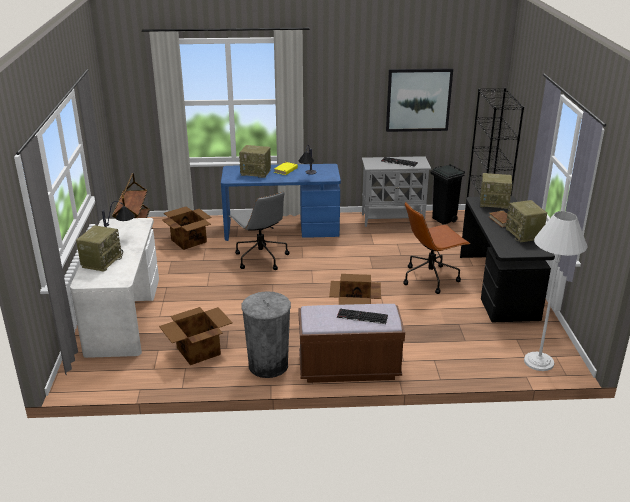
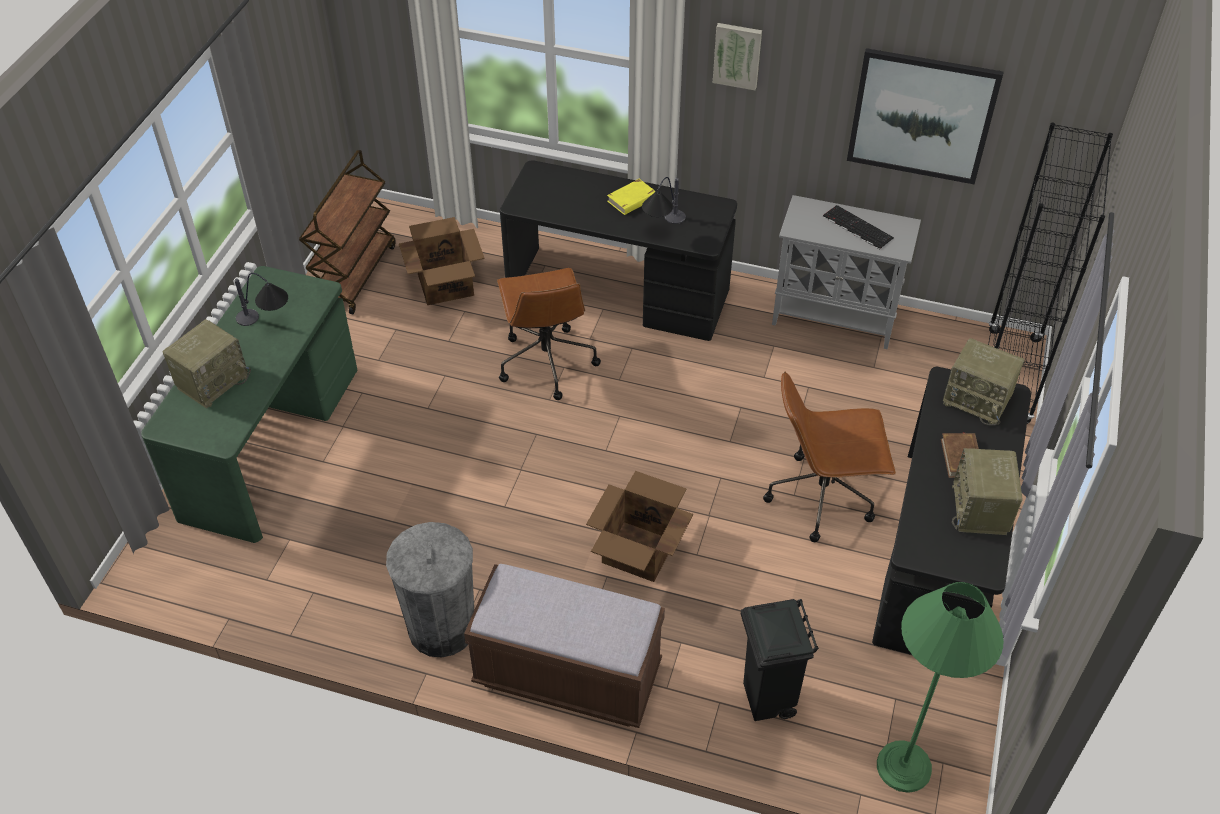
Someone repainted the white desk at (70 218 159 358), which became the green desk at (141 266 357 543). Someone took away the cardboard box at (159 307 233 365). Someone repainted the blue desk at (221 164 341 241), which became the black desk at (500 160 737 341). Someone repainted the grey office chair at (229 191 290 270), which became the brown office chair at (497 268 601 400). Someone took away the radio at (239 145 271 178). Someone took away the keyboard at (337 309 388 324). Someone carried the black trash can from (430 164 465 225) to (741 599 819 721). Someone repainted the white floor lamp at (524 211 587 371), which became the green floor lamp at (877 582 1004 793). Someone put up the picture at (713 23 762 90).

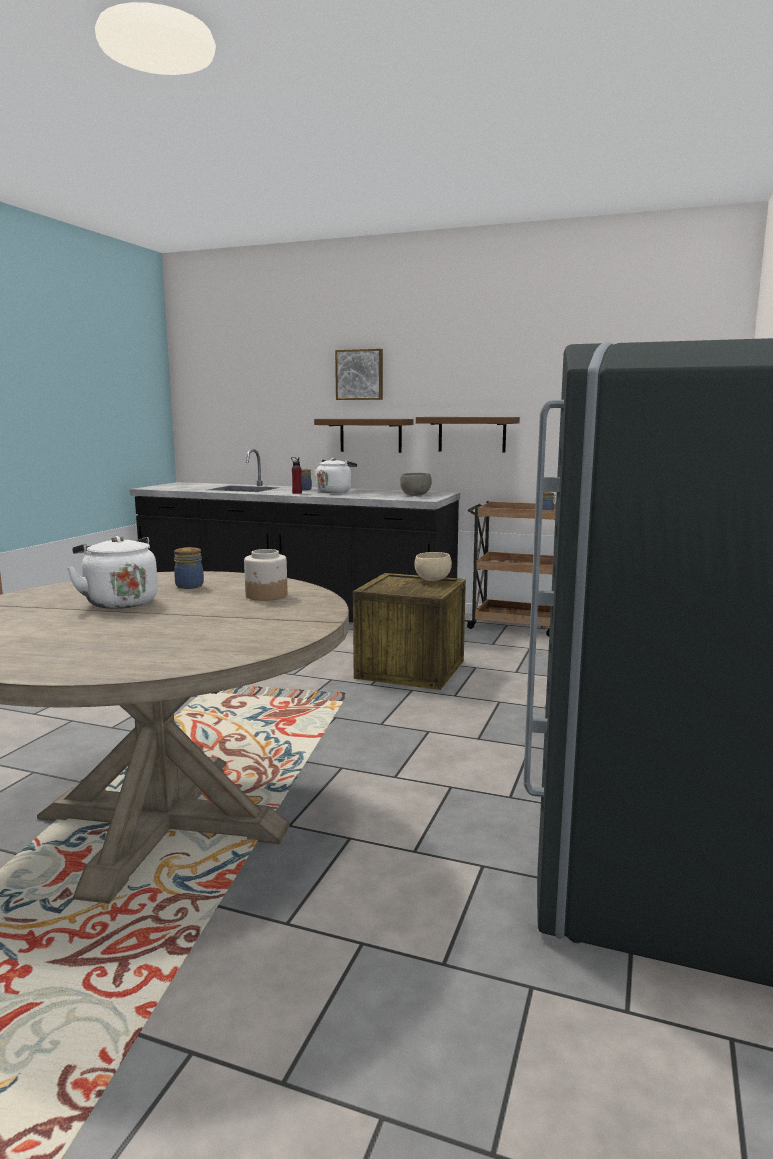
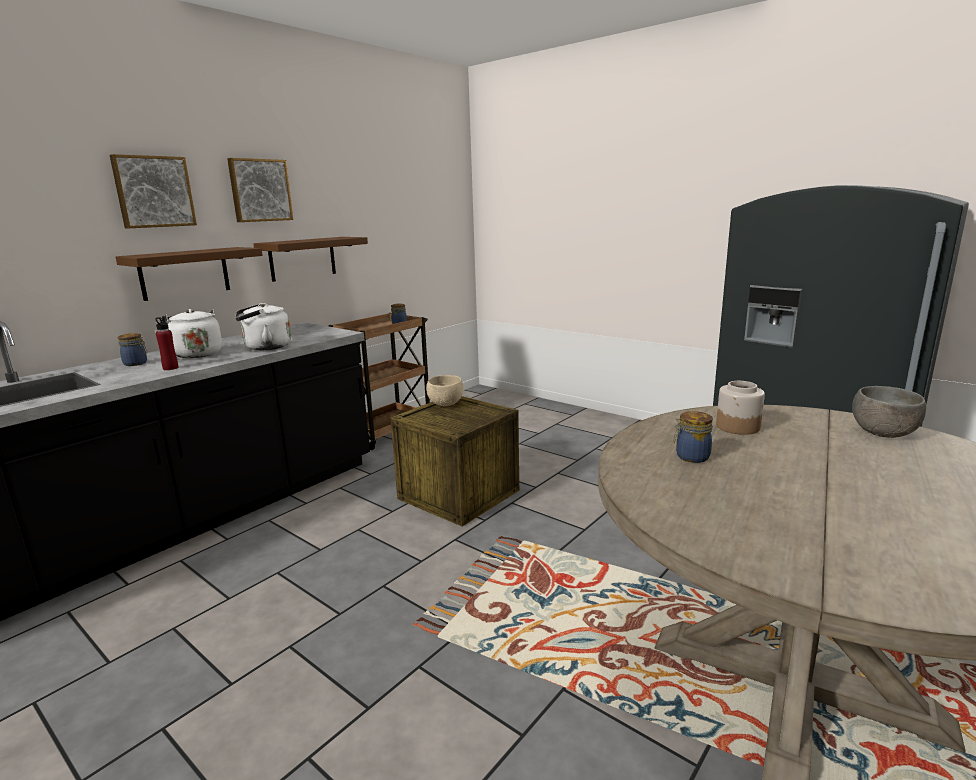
Someone carried the white kettle from (67 536 158 609) to (235 303 291 350). Someone carried the grey bowl from (400 473 432 496) to (852 386 926 438). Someone put up the picture at (227 158 293 222).

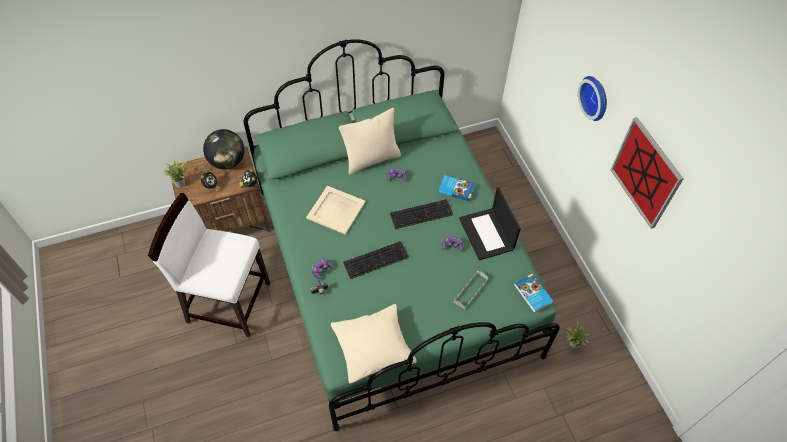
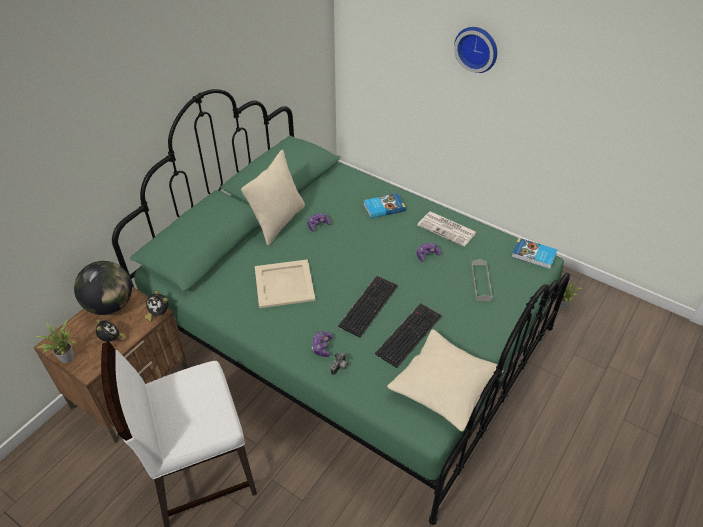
Someone carried the keyboard from (390 199 453 229) to (375 303 442 368). Someone swapped the laptop at (459 187 521 260) for the newspaper at (417 211 477 247). Someone took away the picture at (611 117 684 229).

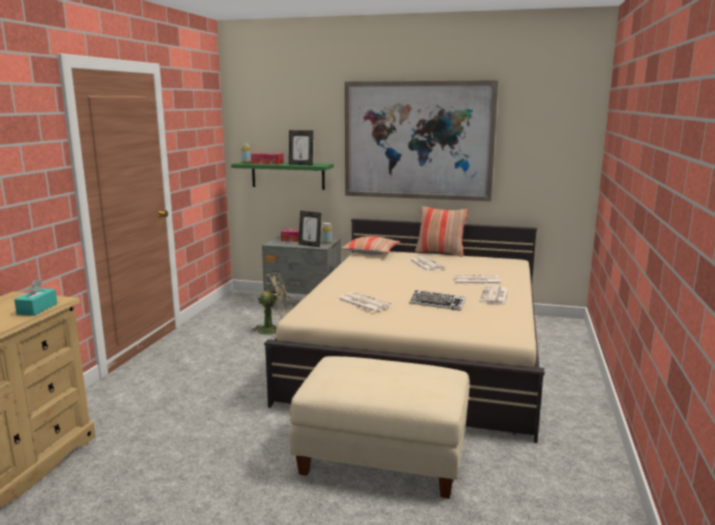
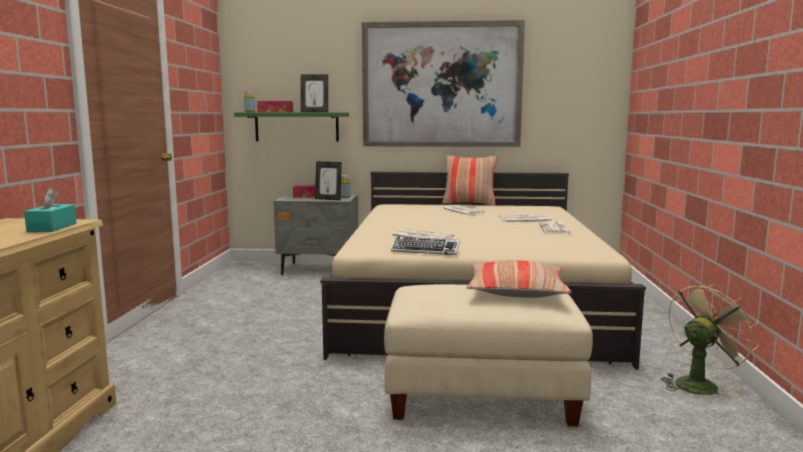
Someone carried the beige fan from (250 272 291 335) to (661 283 759 396). Someone carried the pillow from (340 236 400 255) to (466 260 572 298). Someone carried the keyboard from (409 290 466 311) to (391 236 460 255).

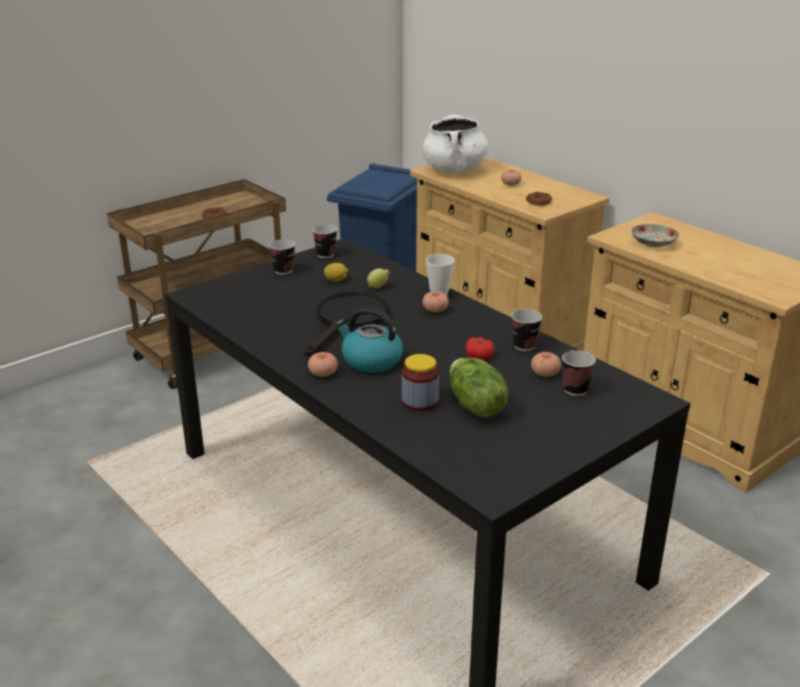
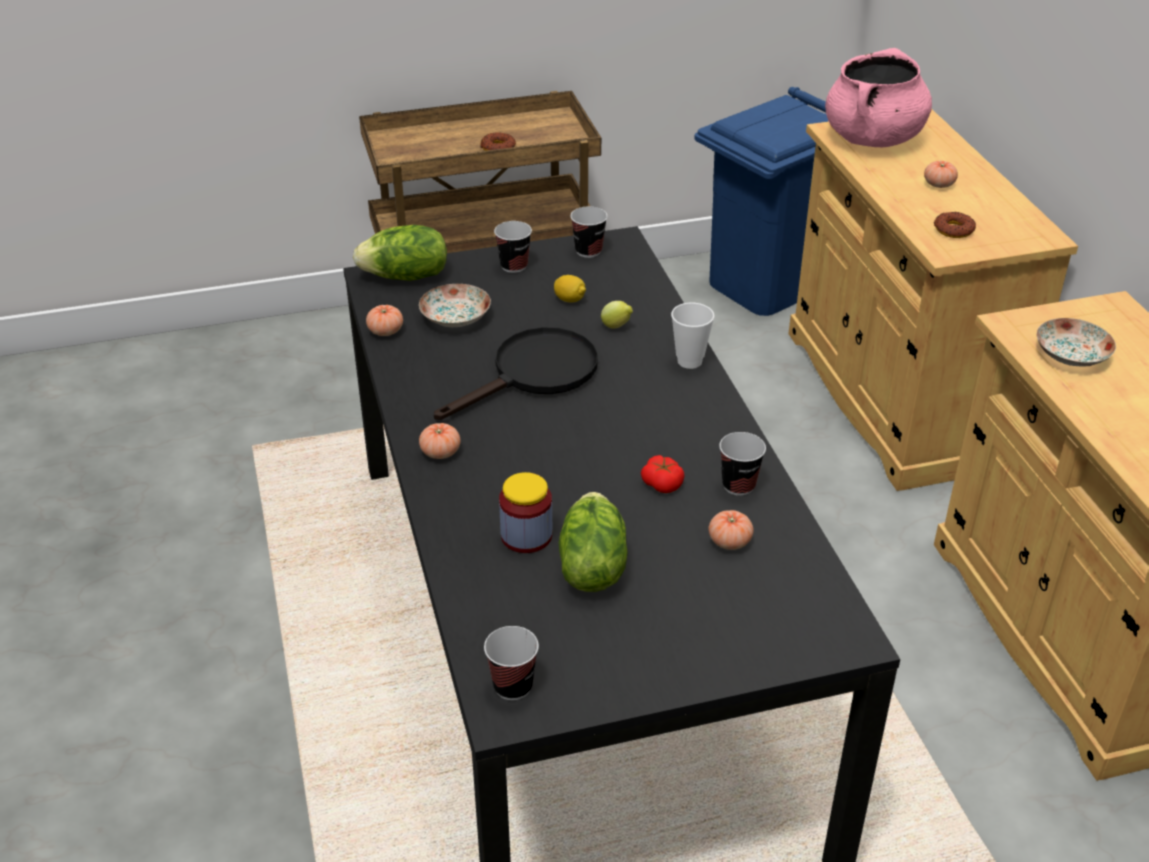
Someone took away the kettle at (335 307 403 373). Someone repainted the white cooking pot at (422 115 488 174), which became the pink cooking pot at (825 48 932 147). Someone carried the tomato from (422 291 449 313) to (366 305 403 336). Someone carried the cup from (562 350 596 396) to (484 626 539 700). Someone put down the lettuce at (353 225 447 281). Someone put down the plate at (419 284 491 327).

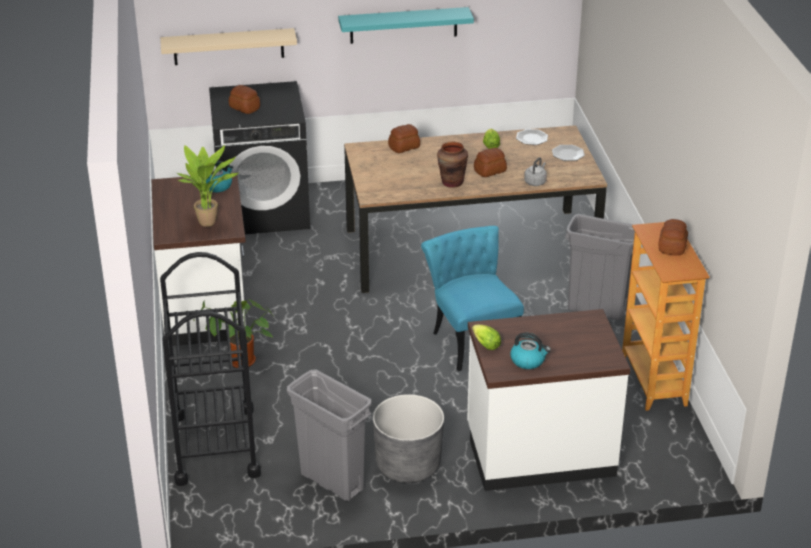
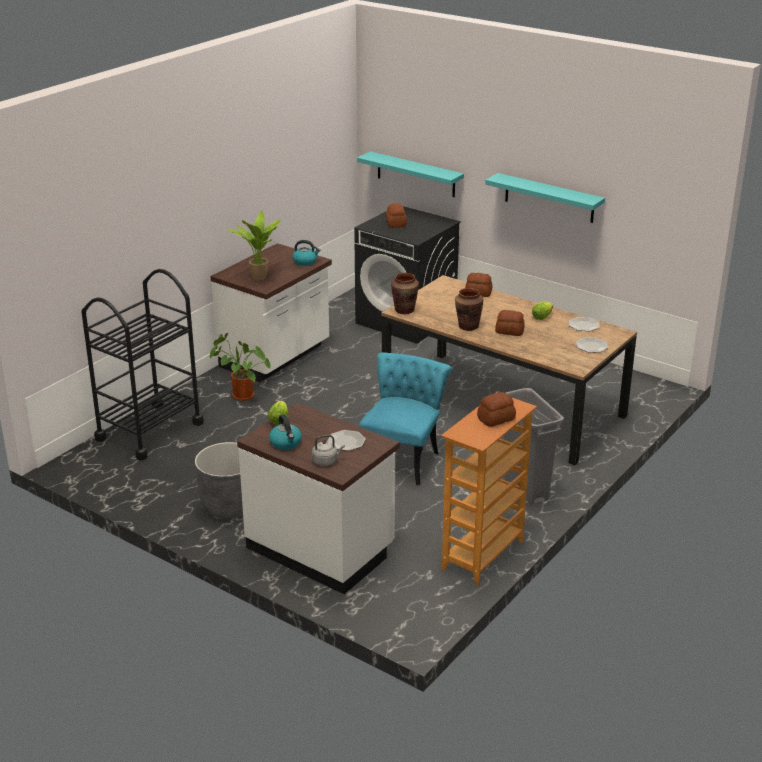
Someone repainted the beige shelf at (160 28 297 65), which became the turquoise shelf at (357 151 464 197). Someone took away the grey trash can at (287 369 371 501). Someone carried the grey kettle from (524 157 547 186) to (312 435 345 466). Someone put down the plate at (327 430 366 451). Someone put down the brown vase at (391 273 419 314).

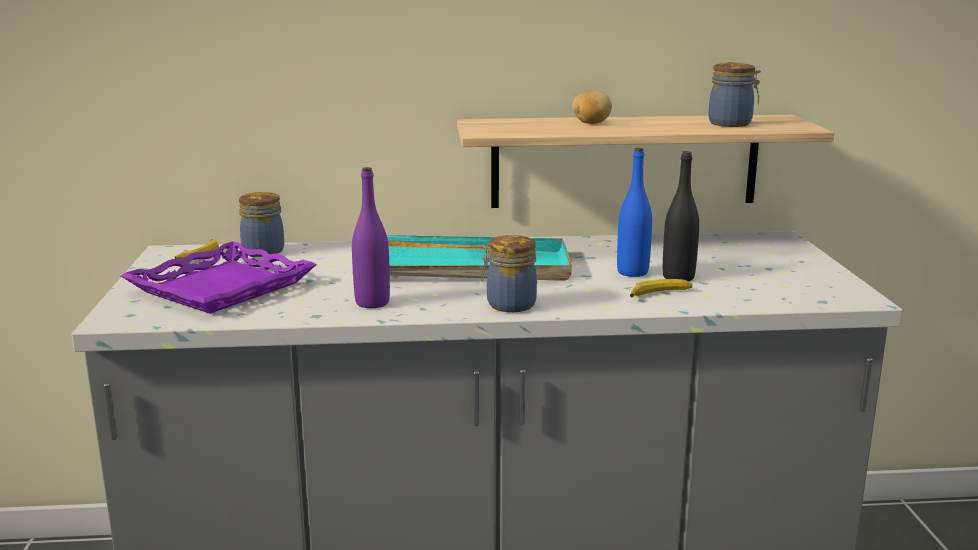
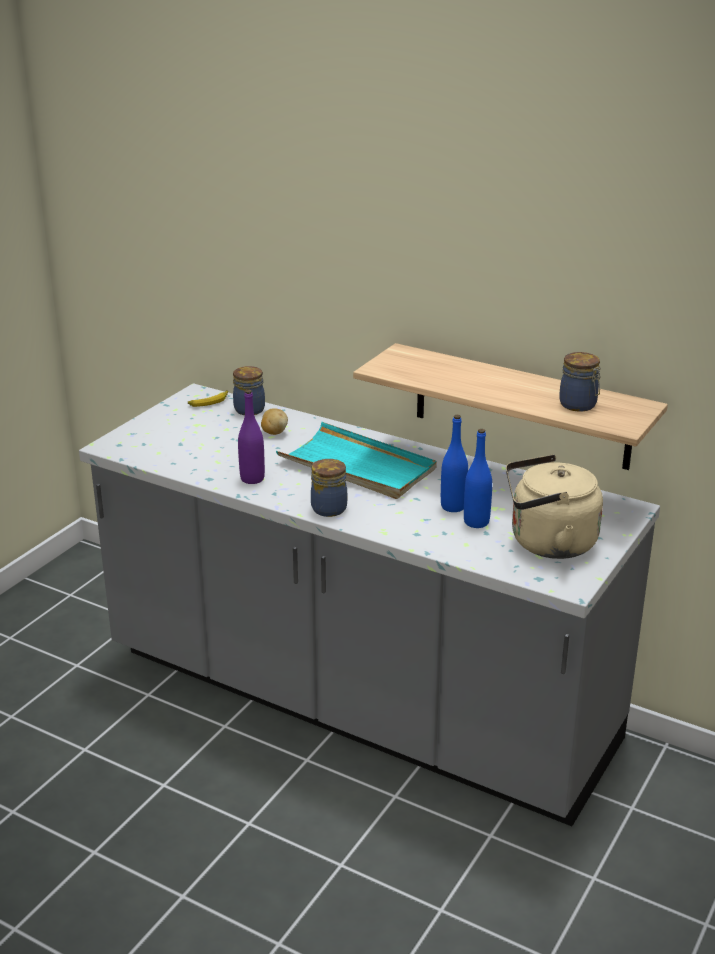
Someone took away the purple tray at (121 241 317 314). Someone carried the potato from (572 90 612 124) to (261 408 288 435). Someone took away the banana at (630 279 692 297). Someone repainted the black bottle at (663 151 699 281), which became the blue bottle at (464 429 492 528). Someone put down the beige kettle at (506 454 603 559).

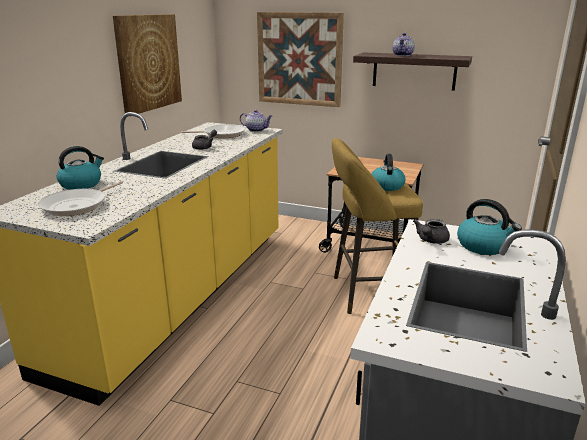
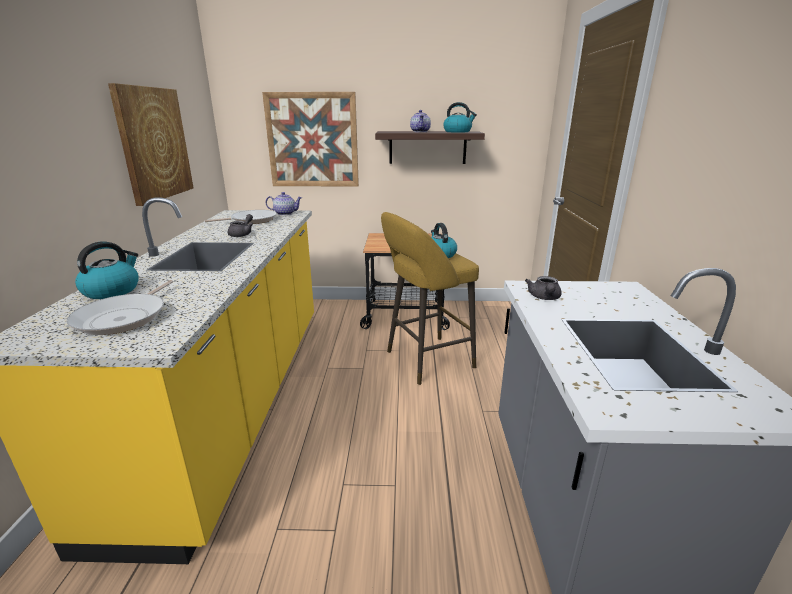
Someone carried the kettle from (457 199 522 255) to (443 102 477 133).

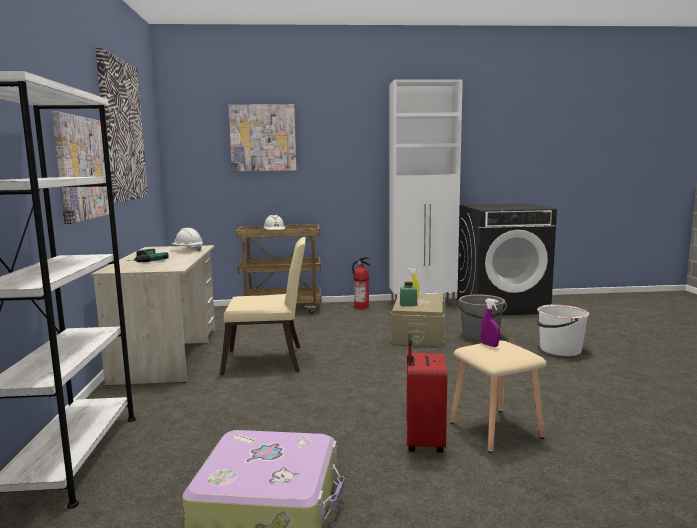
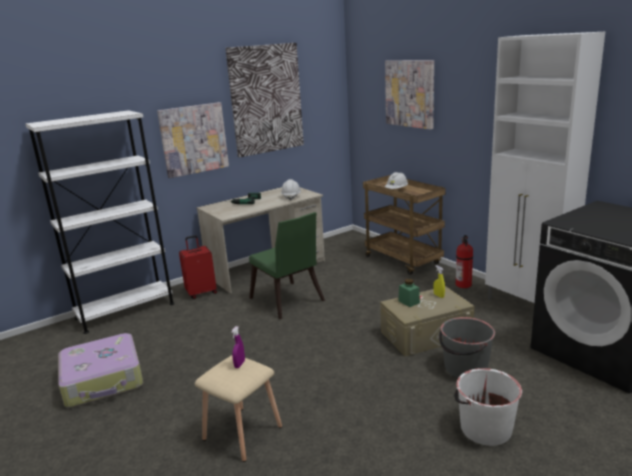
Someone repainted the beige chair at (220 237 306 375), which became the green chair at (249 212 325 319). Someone carried the red suitcase from (407 334 447 453) to (179 235 217 299).

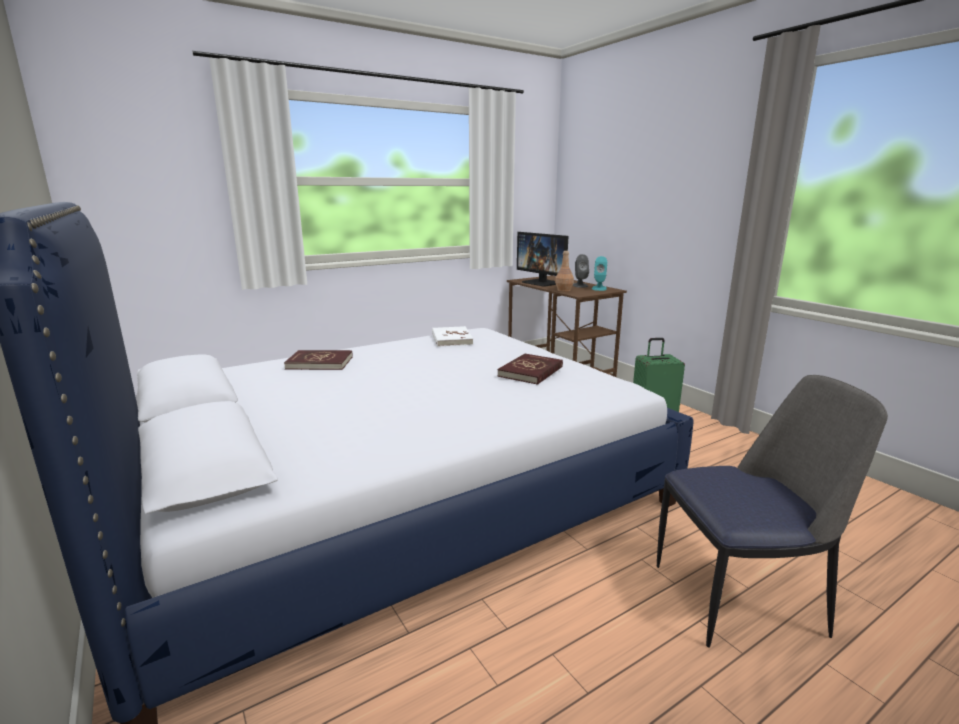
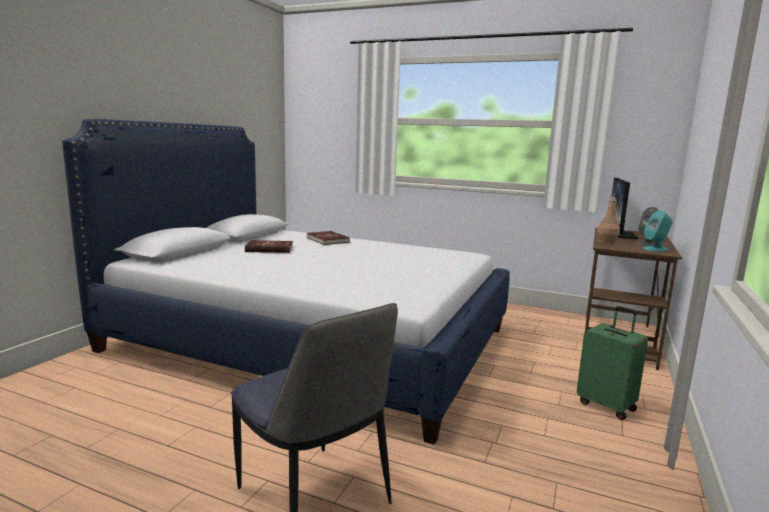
Someone took away the white book at (432 326 473 347). Someone carried the red book from (497 354 563 385) to (245 240 293 253).

